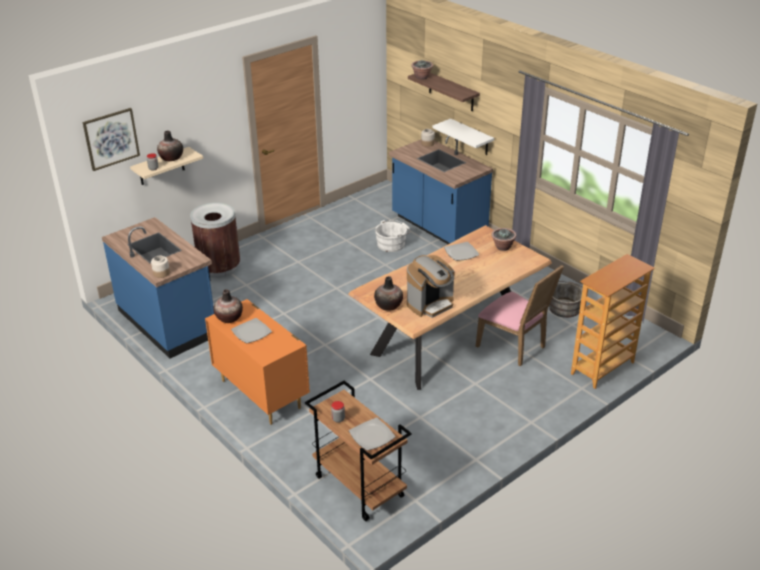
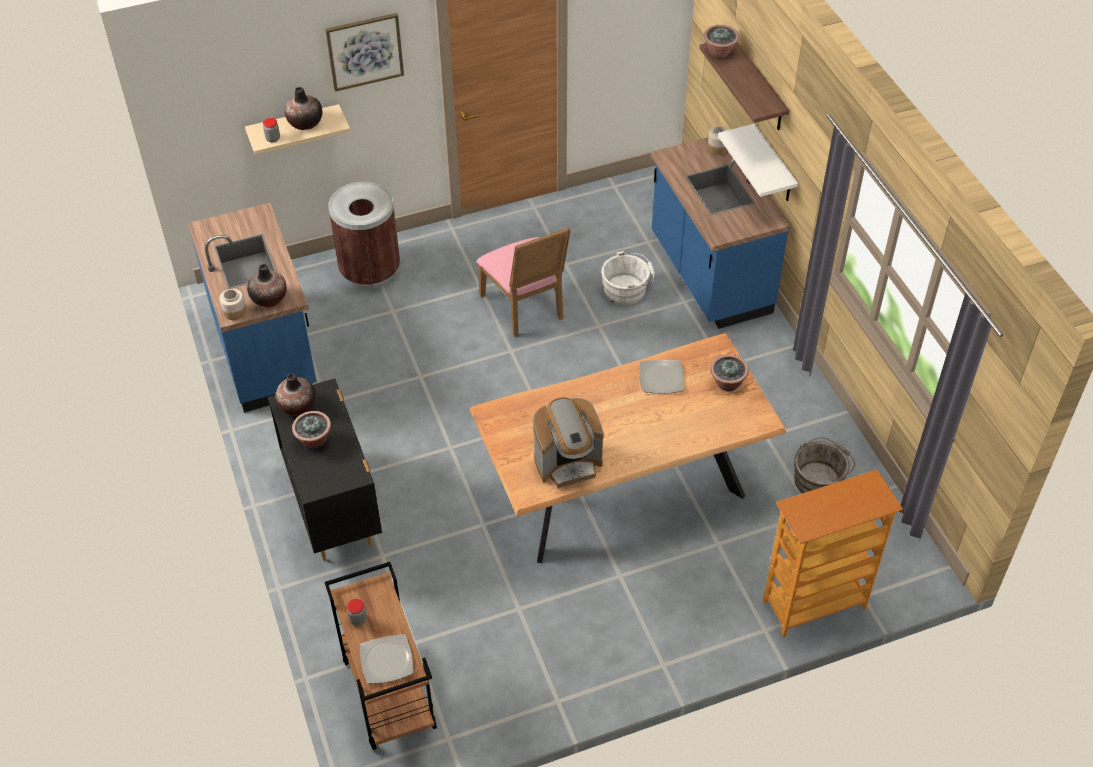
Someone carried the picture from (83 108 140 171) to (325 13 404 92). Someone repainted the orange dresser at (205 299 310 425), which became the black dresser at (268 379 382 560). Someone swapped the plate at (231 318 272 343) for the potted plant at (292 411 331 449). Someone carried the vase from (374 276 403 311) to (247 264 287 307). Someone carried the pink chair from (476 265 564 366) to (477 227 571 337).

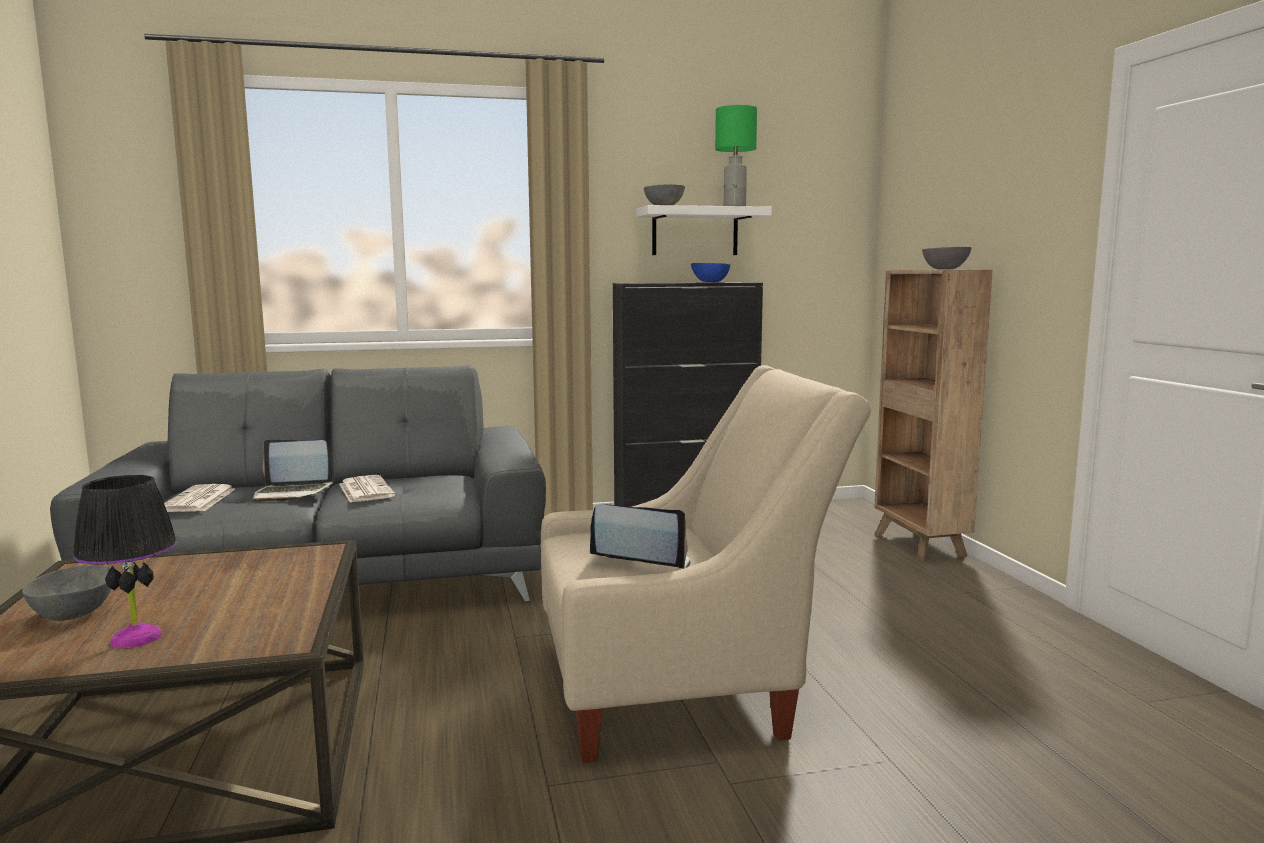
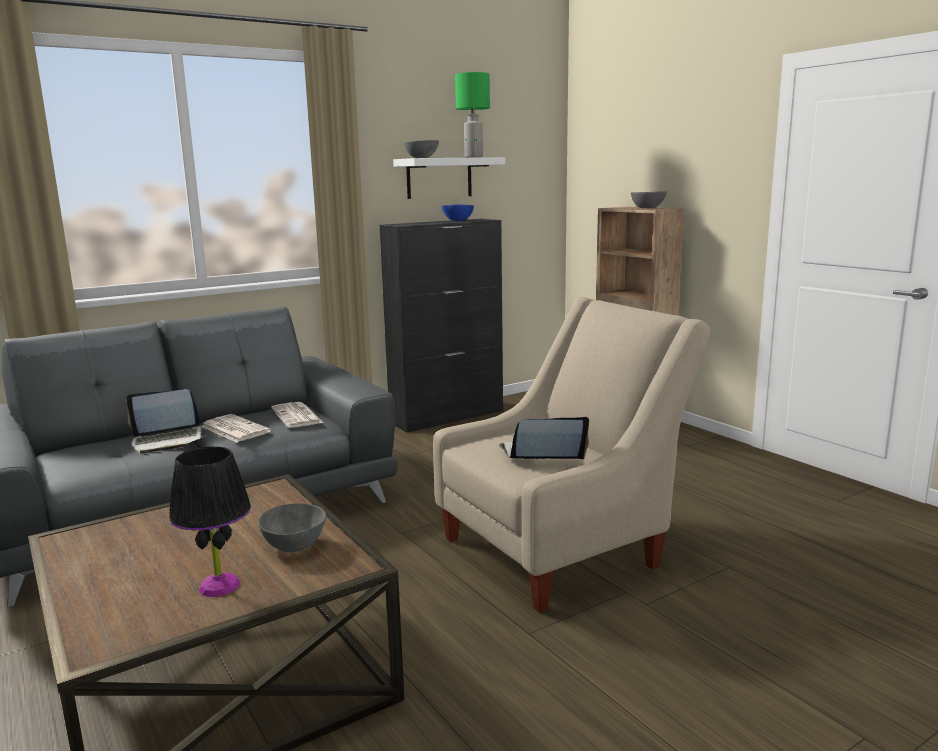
Someone carried the grey bowl from (22 566 111 621) to (259 503 326 552). Someone carried the newspaper from (164 484 235 512) to (271 402 323 428).

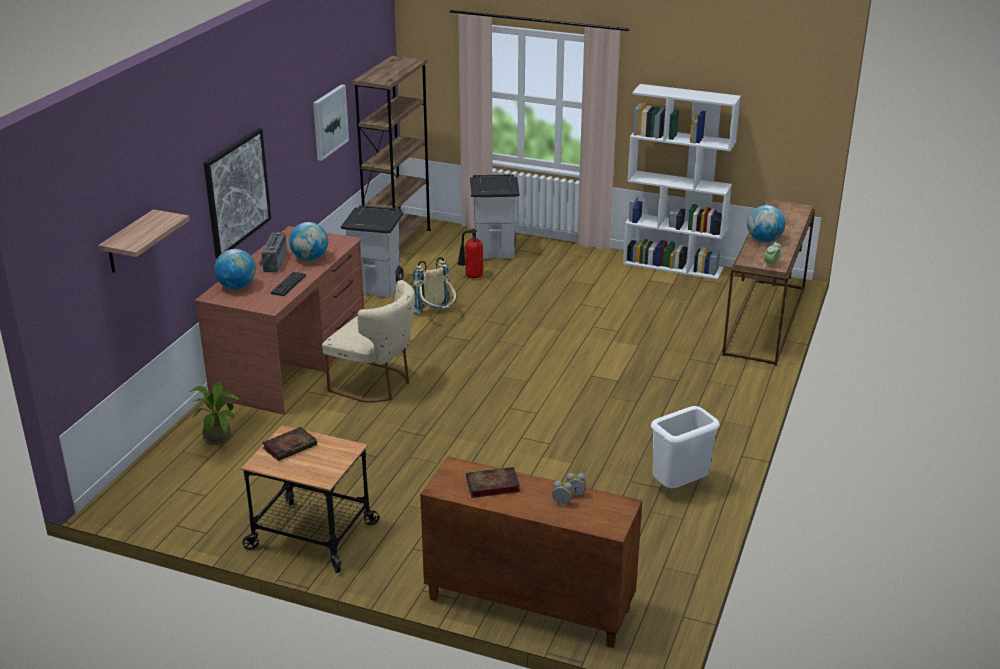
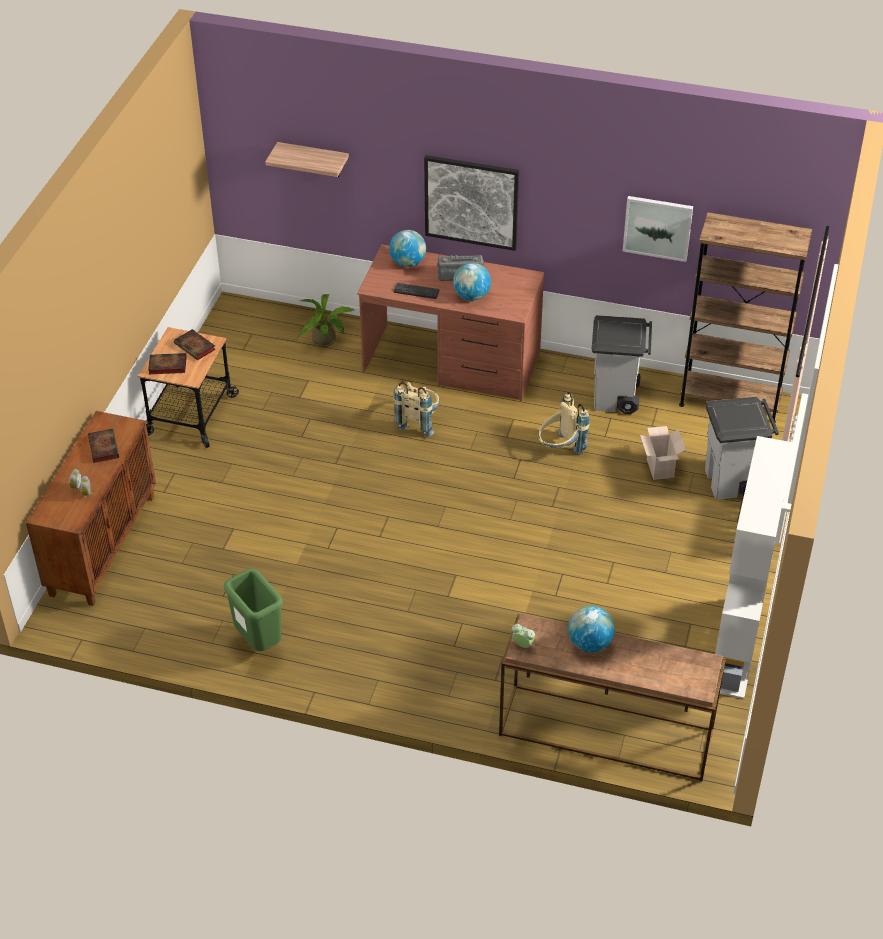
Someone swapped the beige chair at (322 280 415 403) for the beige backpack at (394 382 440 438). Someone swapped the fire extinguisher at (458 229 483 278) for the cardboard box at (640 426 686 480). Someone repainted the white trash can at (651 406 720 488), which became the green trash can at (224 569 283 651). Someone put down the book at (148 353 187 374).

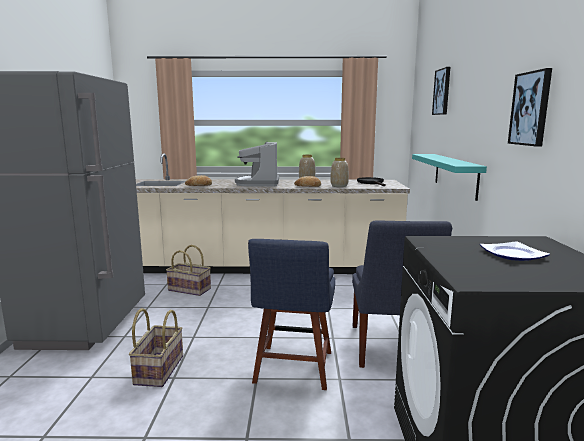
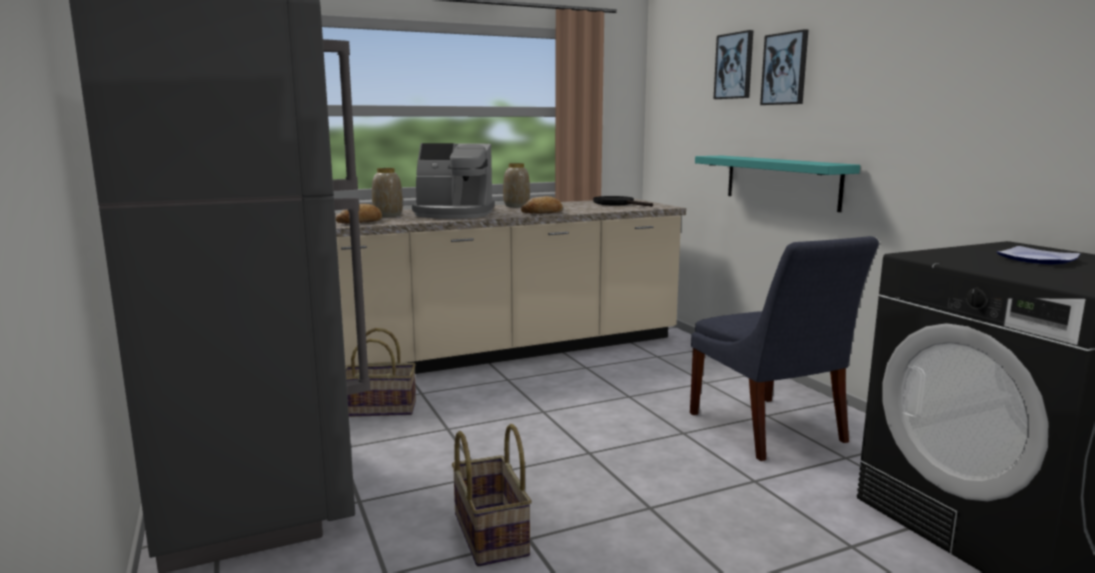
Someone rotated the coffee machine at (235 142 279 187) by 60 degrees counterclockwise. Someone took away the blue chair at (248 239 335 390). Someone carried the vase from (330 158 349 187) to (372 168 403 217). Someone carried the picture from (508 68 552 147) to (760 29 808 105).

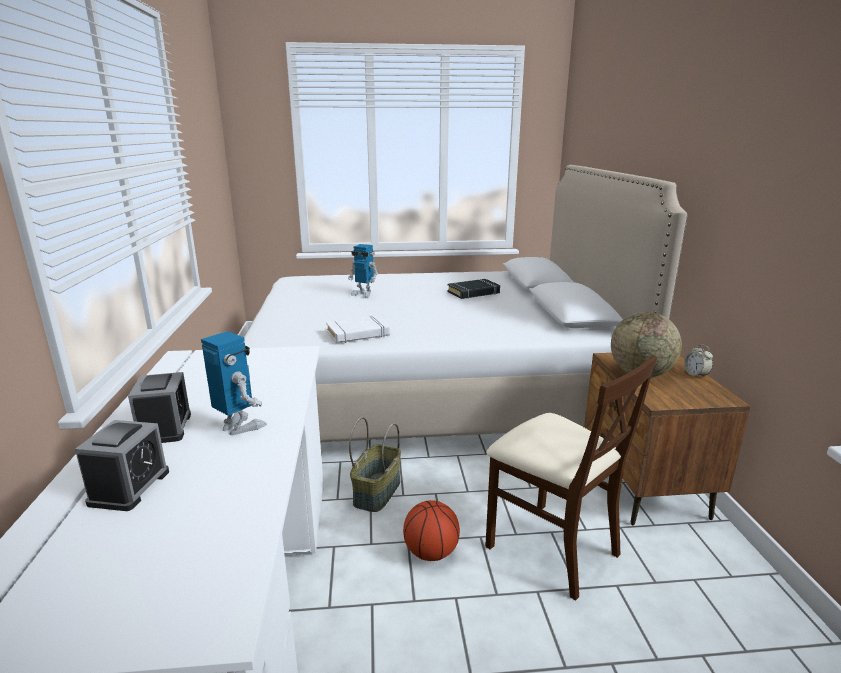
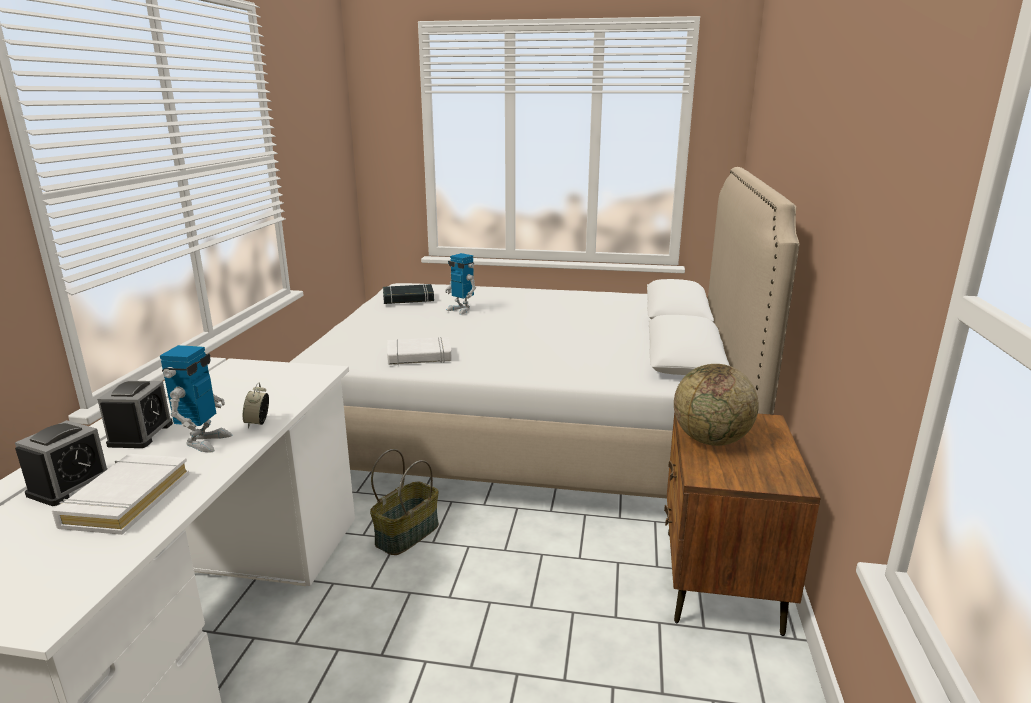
Someone rotated the toy robot at (201 331 267 435) by 45 degrees clockwise. Someone took away the basketball at (403 500 460 561). Someone carried the black book from (447 279 500 299) to (383 284 434 304). Someone took away the beige chair at (485 355 657 601). Someone carried the alarm clock from (684 344 713 378) to (243 382 269 428). Someone put down the white book at (52 454 189 535).

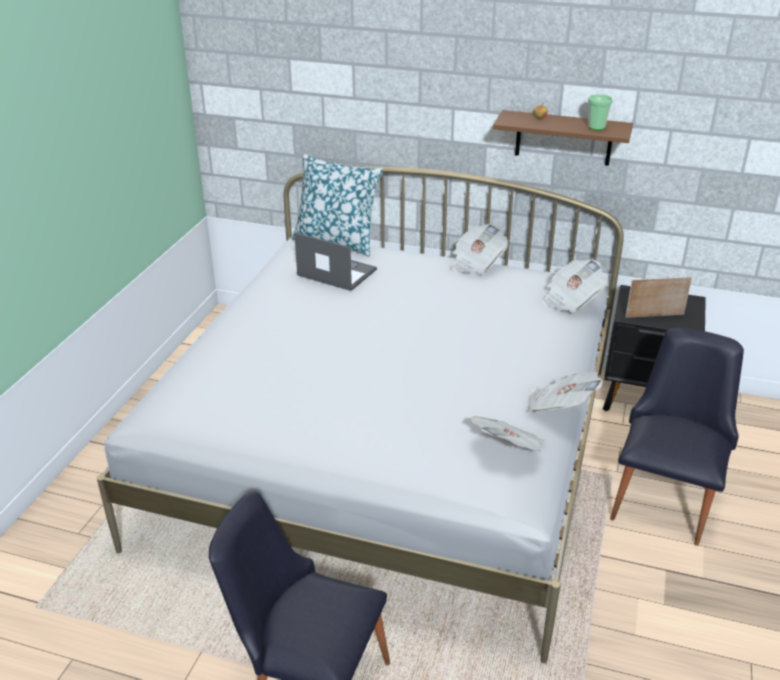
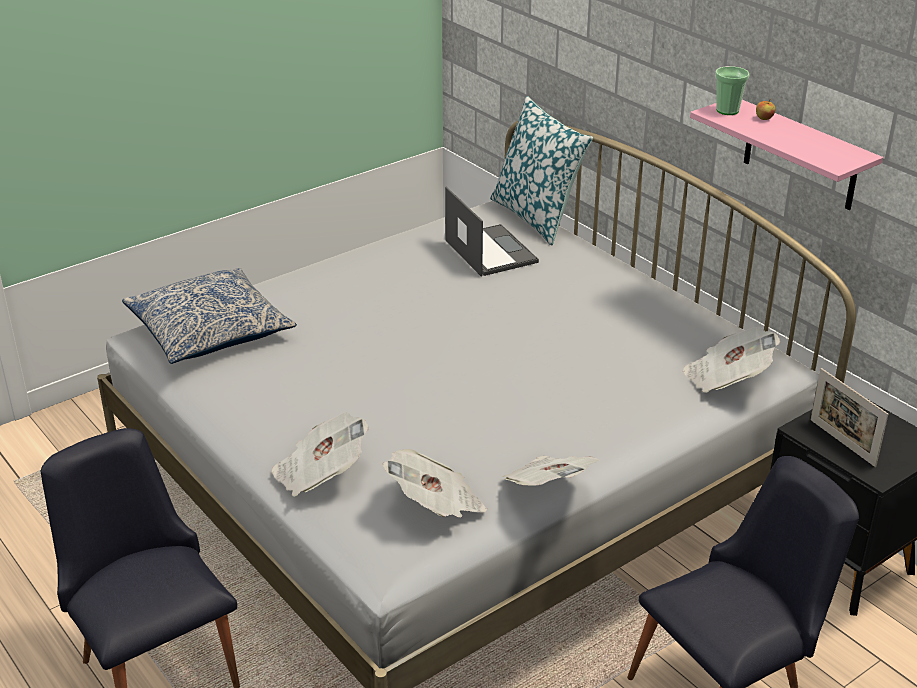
Someone carried the newspaper from (451 224 508 274) to (271 412 369 497). Someone repainted the brown shelf at (493 110 633 166), which became the pink shelf at (690 100 883 210). Someone carried the cup from (588 94 613 130) to (715 66 750 115). Someone rotated the picture frame at (625 276 692 318) by 150 degrees counterclockwise. Someone put down the pillow at (122 268 297 364).

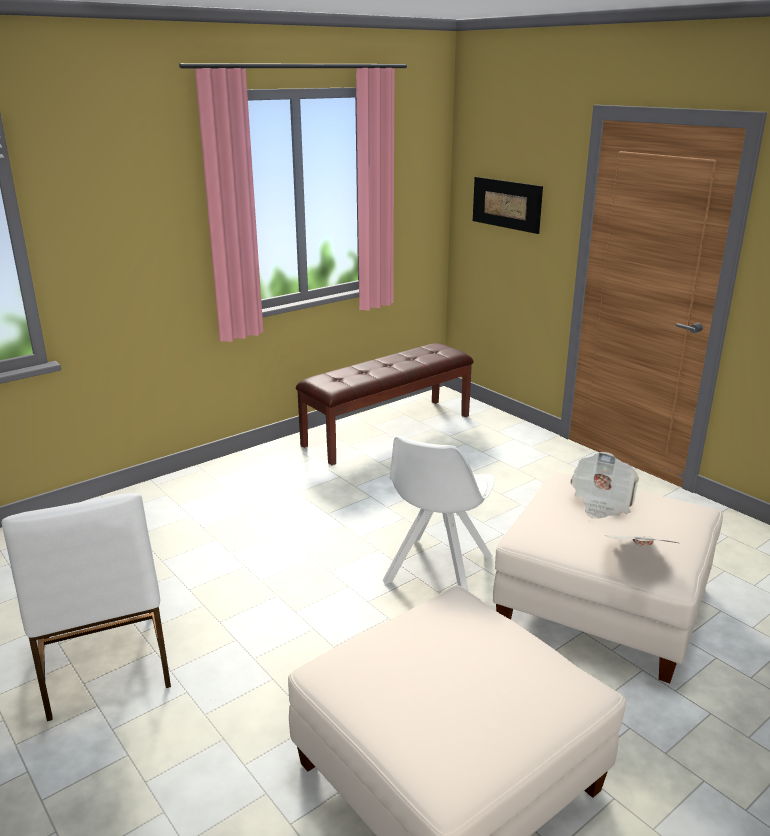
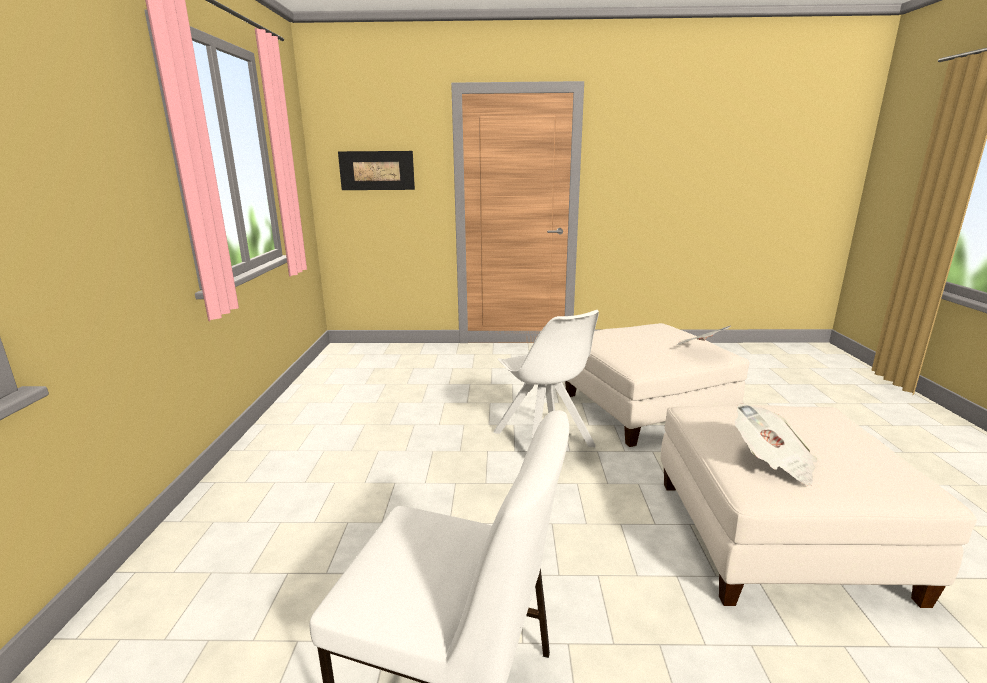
Someone took away the brown bench at (296 343 474 465). Someone carried the newspaper from (570 452 639 519) to (735 403 817 486).

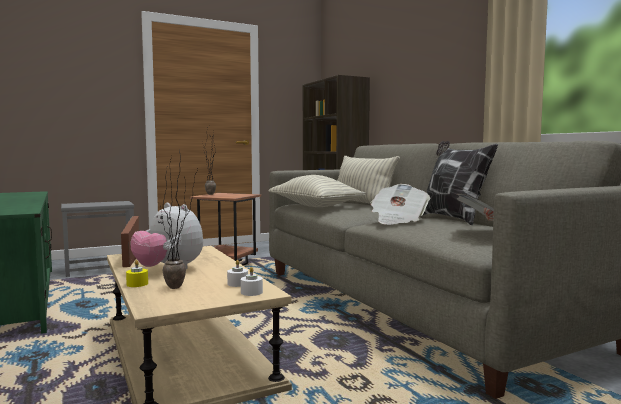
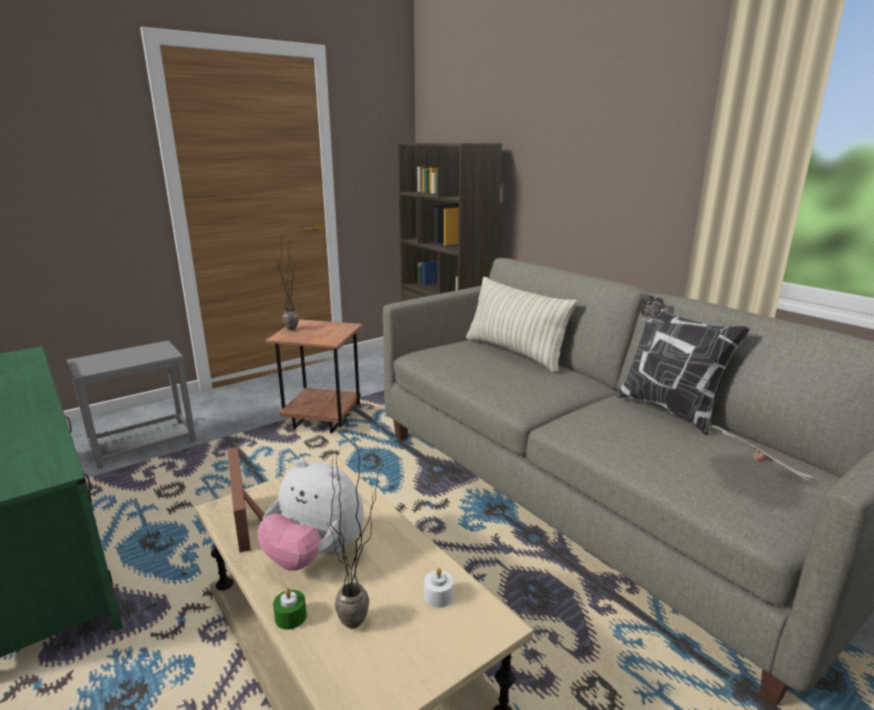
Someone repainted the yellow candle at (126 260 148 287), which became the green candle at (273 588 307 630). Someone took away the white candle at (241 267 263 296). Someone took away the pillow at (269 175 366 207). Someone took away the newspaper at (371 184 431 225).

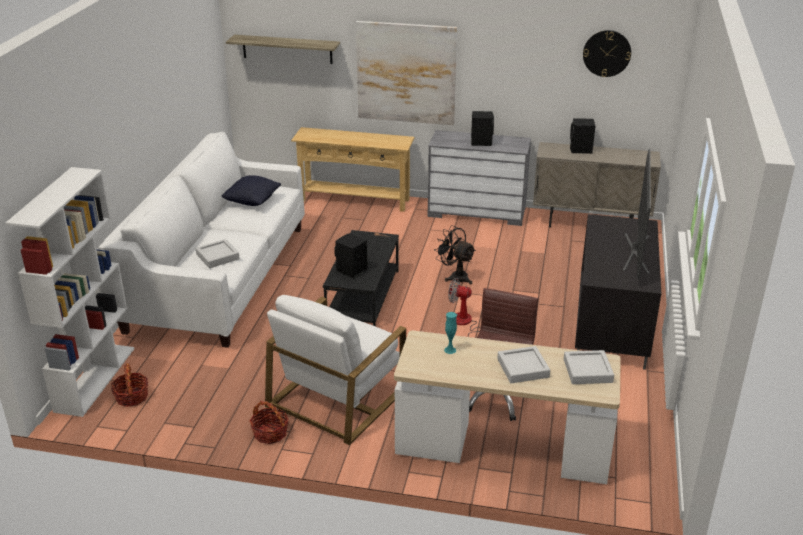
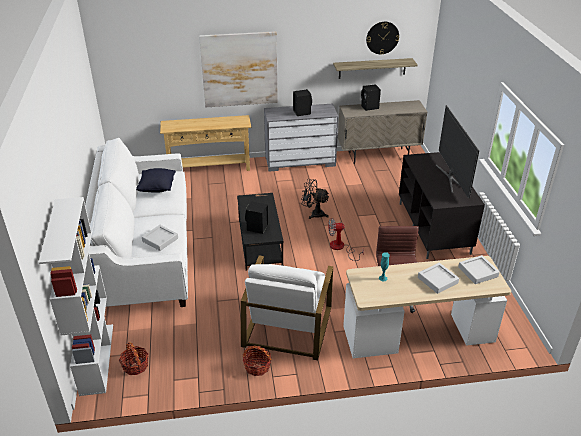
Someone carried the shelf from (226 35 340 64) to (333 58 418 79).

